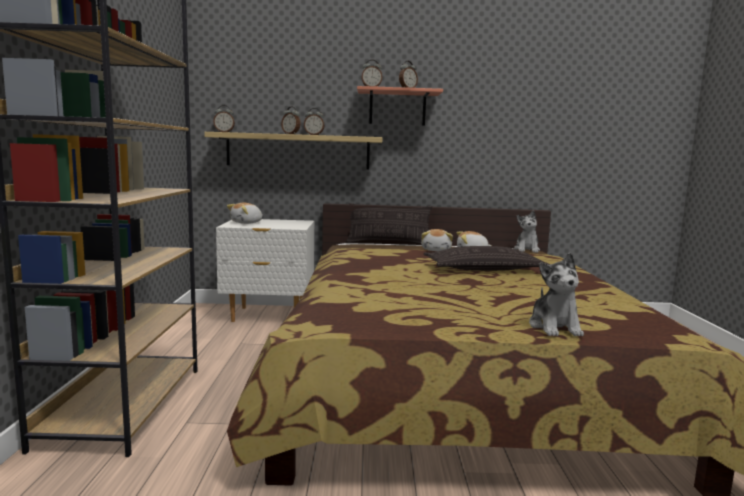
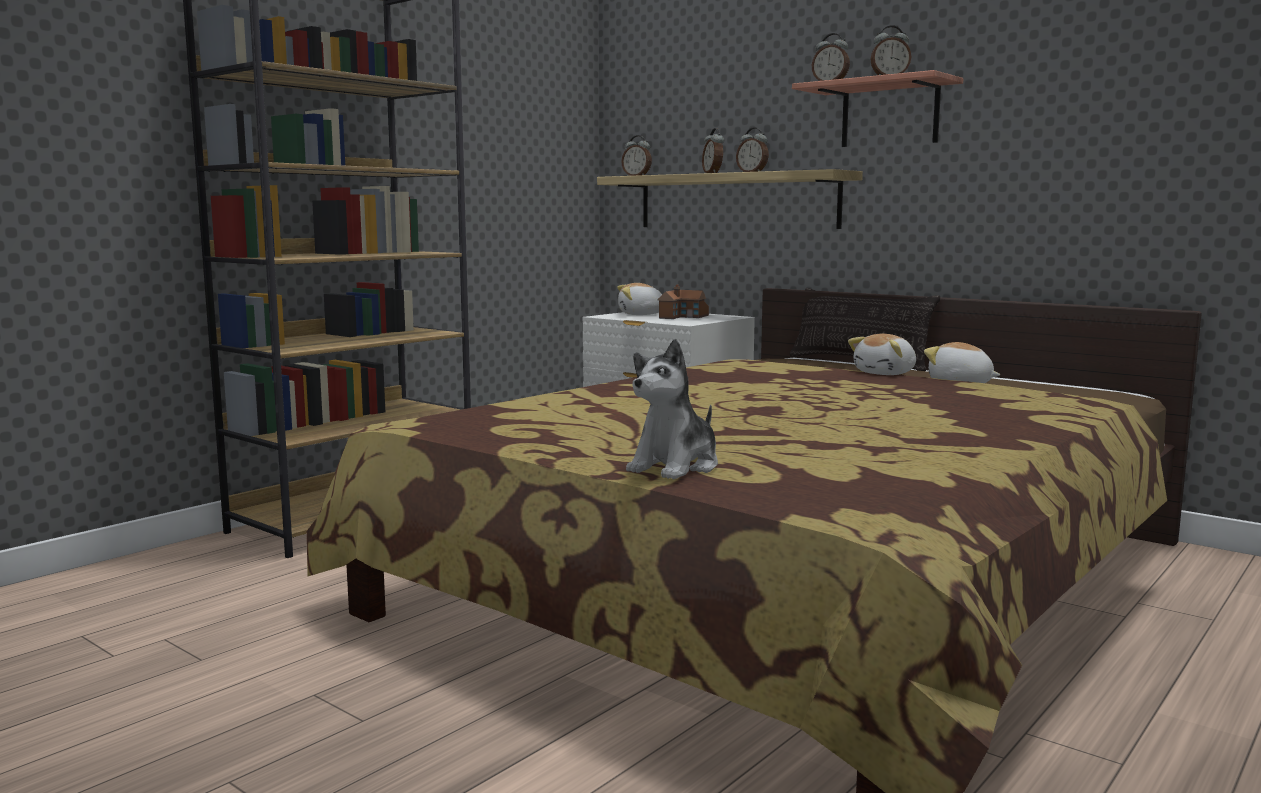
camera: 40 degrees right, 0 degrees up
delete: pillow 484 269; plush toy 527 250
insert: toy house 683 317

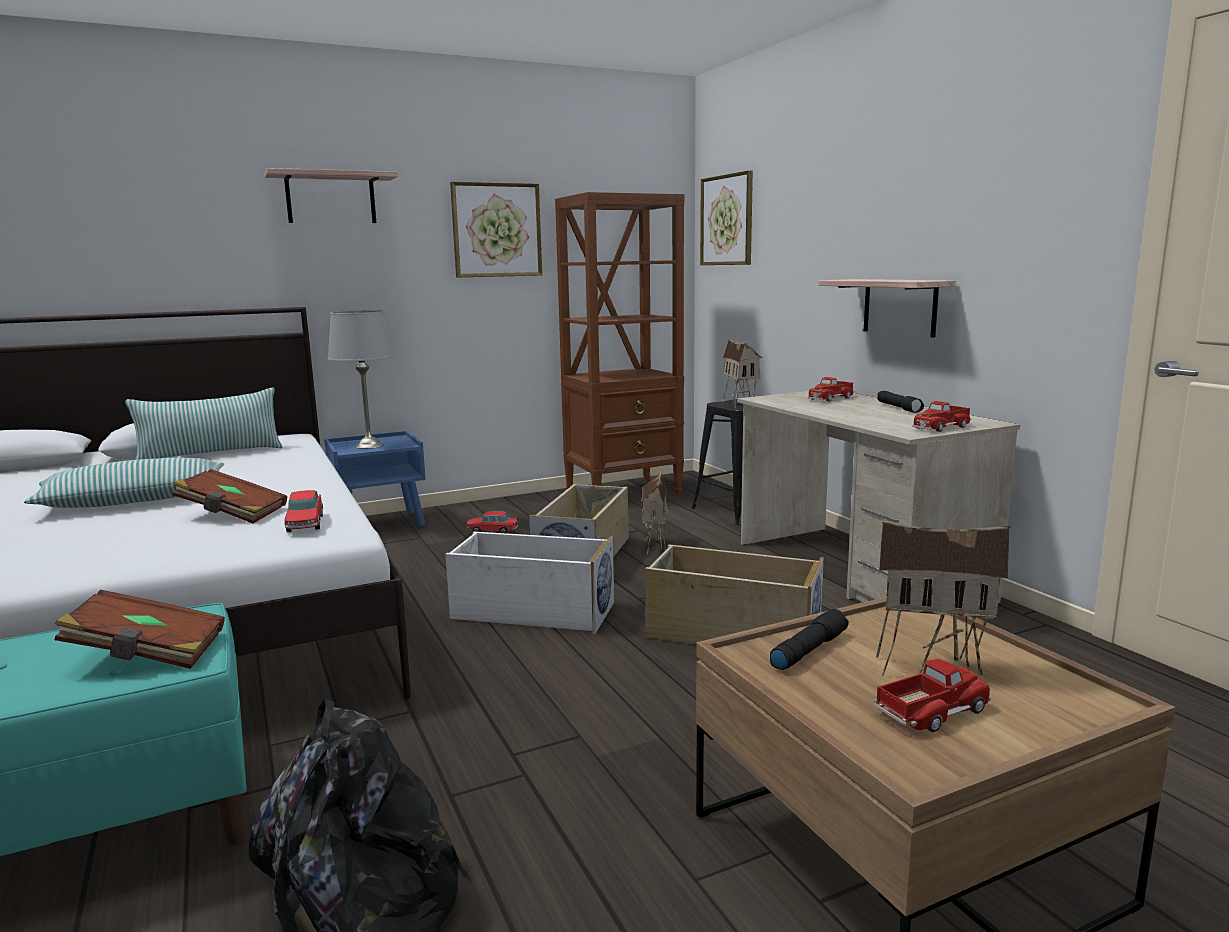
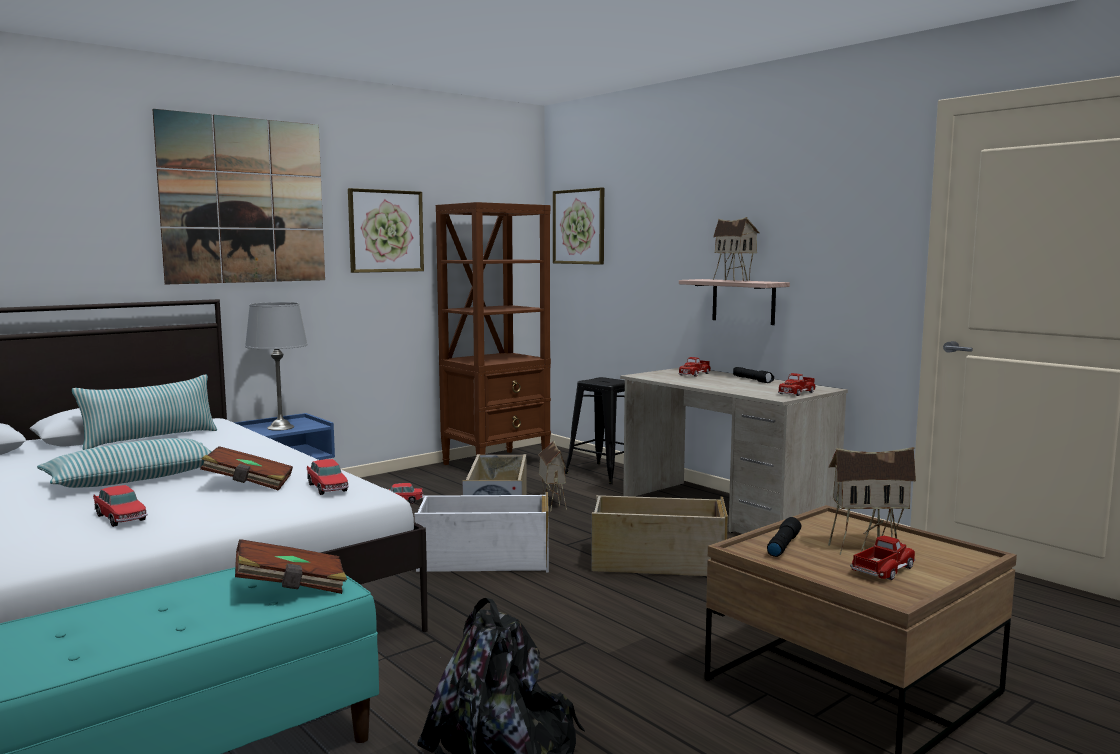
camera: 15 degrees left, 5 degrees down
insert: toy car 121 518
move: toy house 740 405 to 734 280
replace: shelf 331 198 to picture 244 201

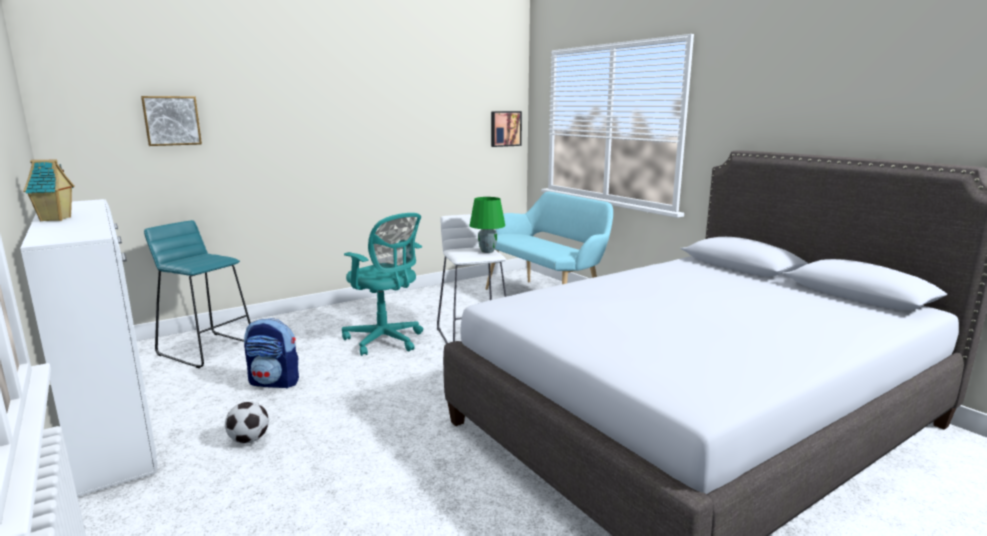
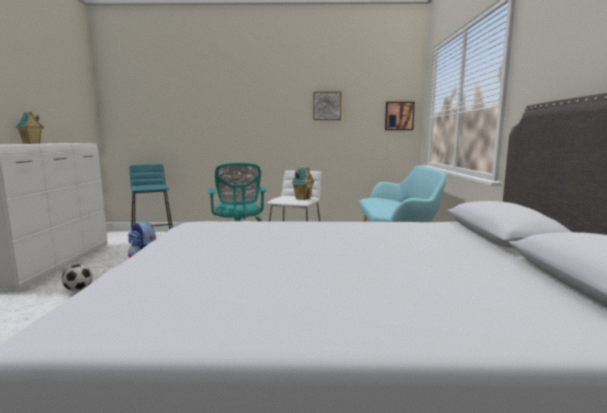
camera: 35 degrees right, 5 degrees down
move: picture 171 120 to 327 106
replace: green table lamp 487 251 to toy house 302 198

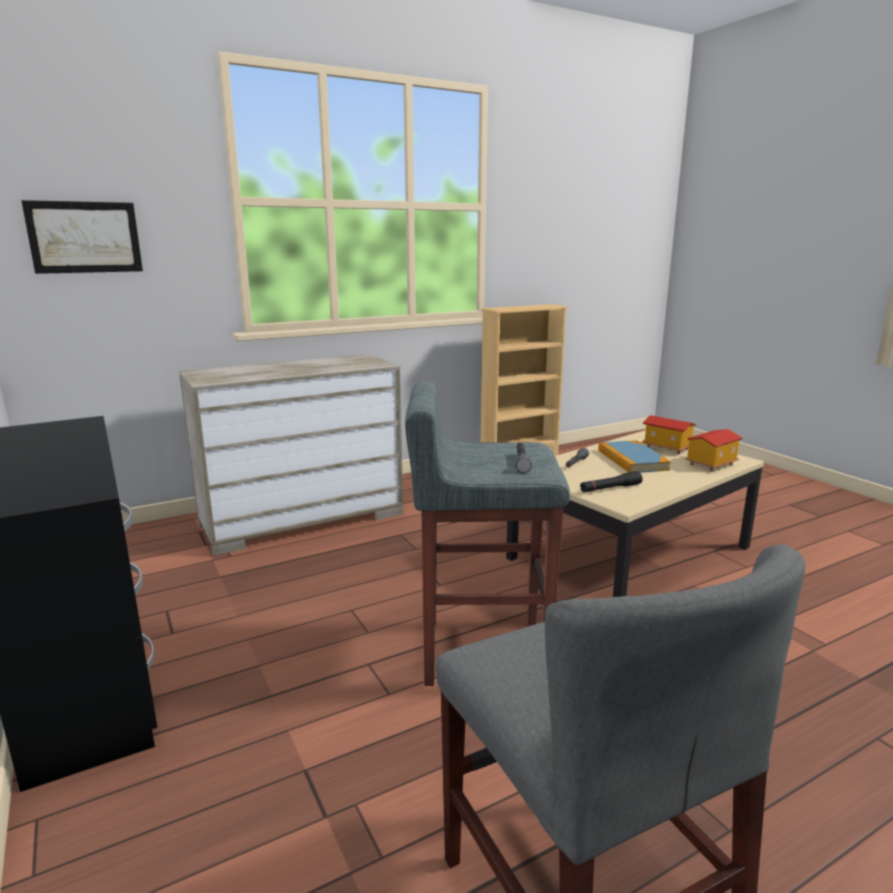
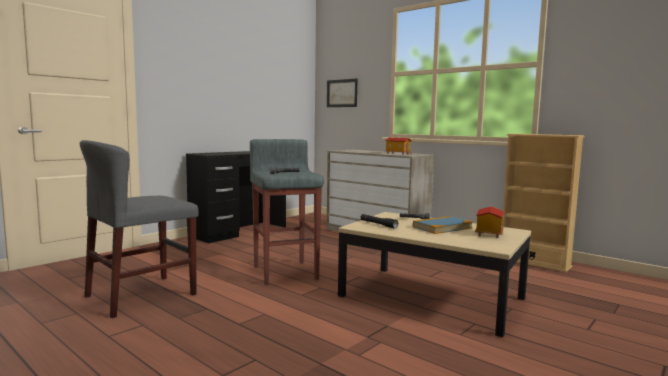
camera: 70 degrees right, 10 degrees down
move: toy house 710 464 to 398 154

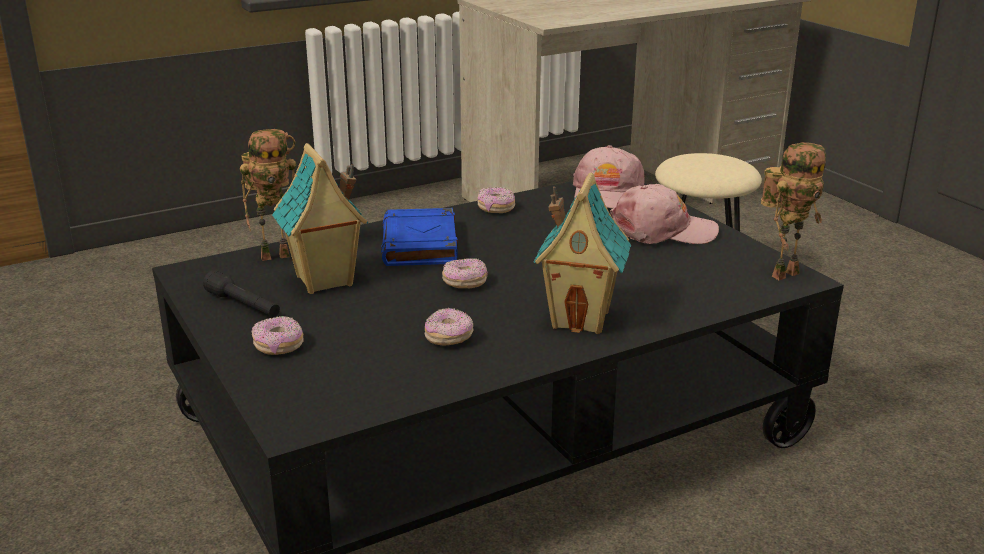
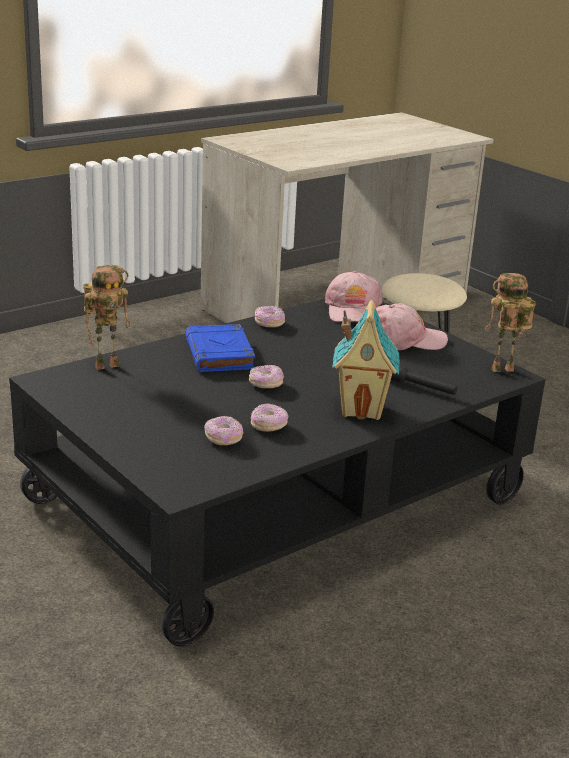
camera: 10 degrees left, 0 degrees up
delete: toy house 324 282
move: black flashlight 244 306 to 420 388; donut 278 346 to 223 439
rotate: toy robot 784 273 = 501 371 150 degrees counterclockwise

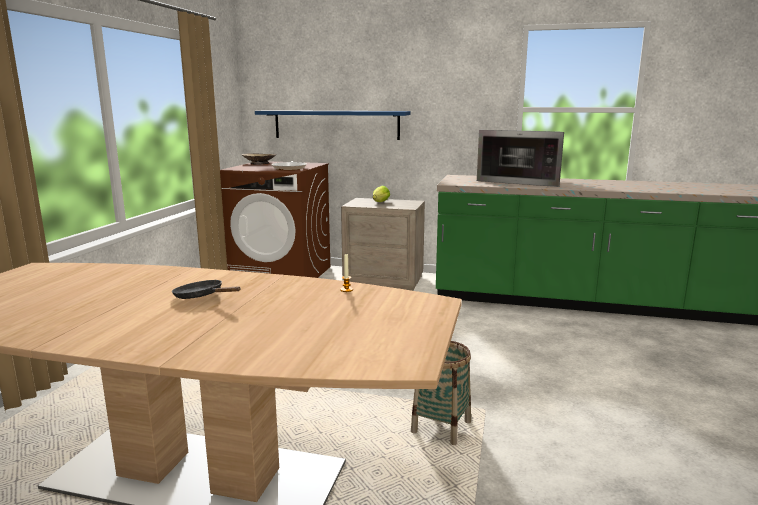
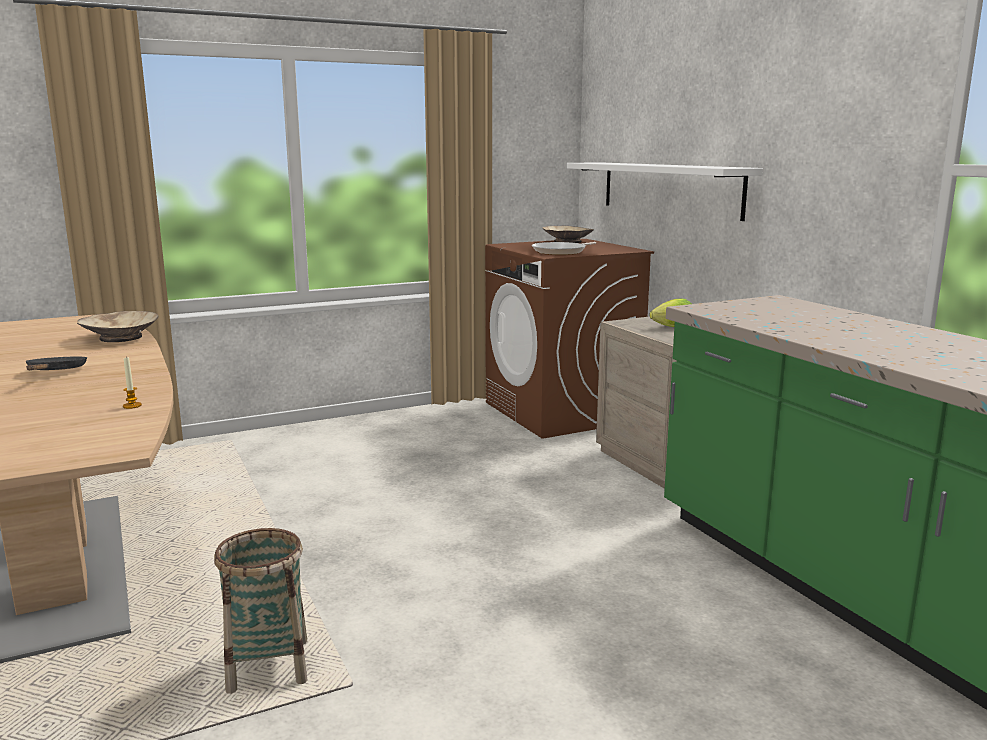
camera: 50 degrees right, 0 degrees up
delete: microwave 522 181
insert: beige bowl 120 337
recolor: blue shelf 336 124 to white shelf 669 188

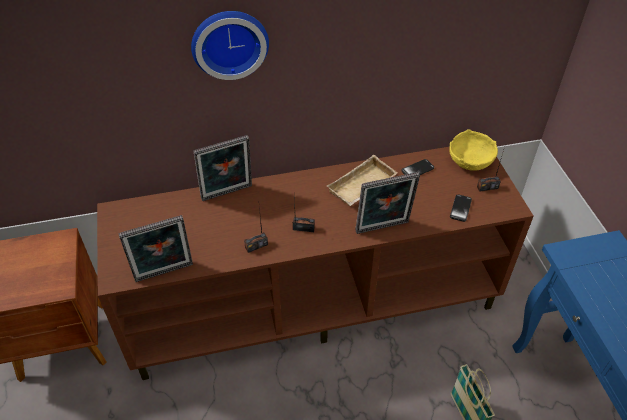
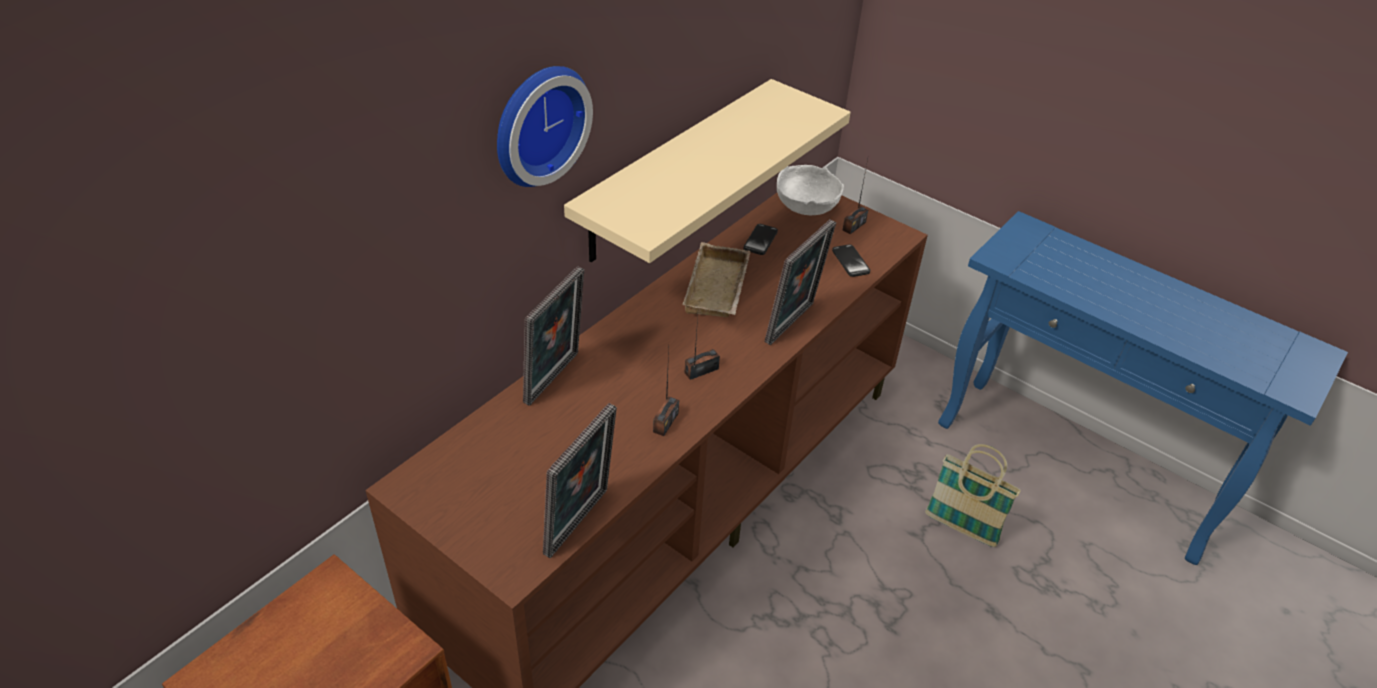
camera: 40 degrees left, 5 degrees down
insert: beige shelf 675 170
recolor: yellow bowl 470 161 to white bowl 806 206

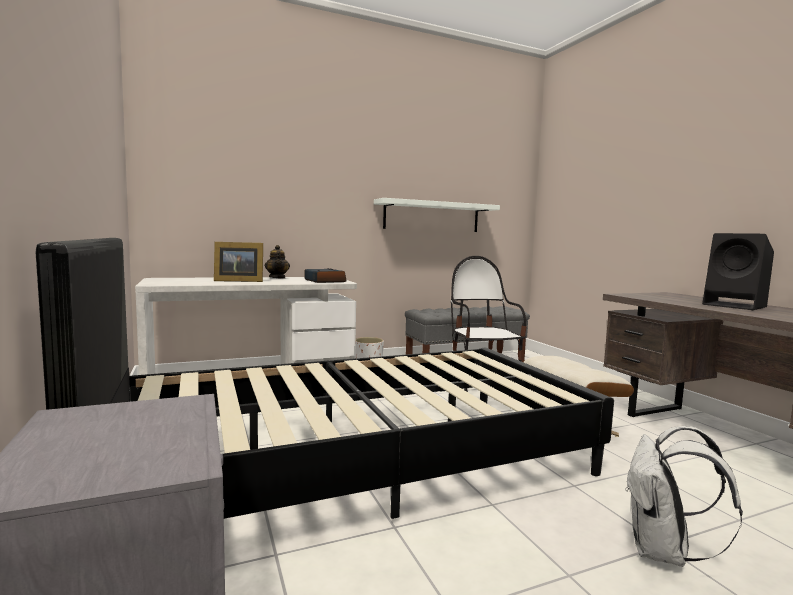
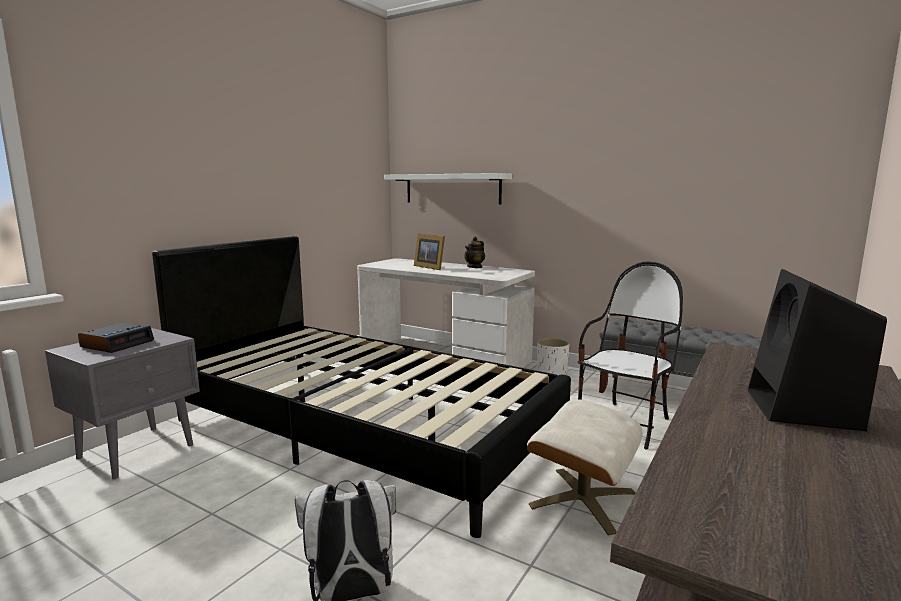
camera: 55 degrees right, 5 degrees up
move: alarm clock 324 281 to 118 344; white shelf 432 216 to 452 188

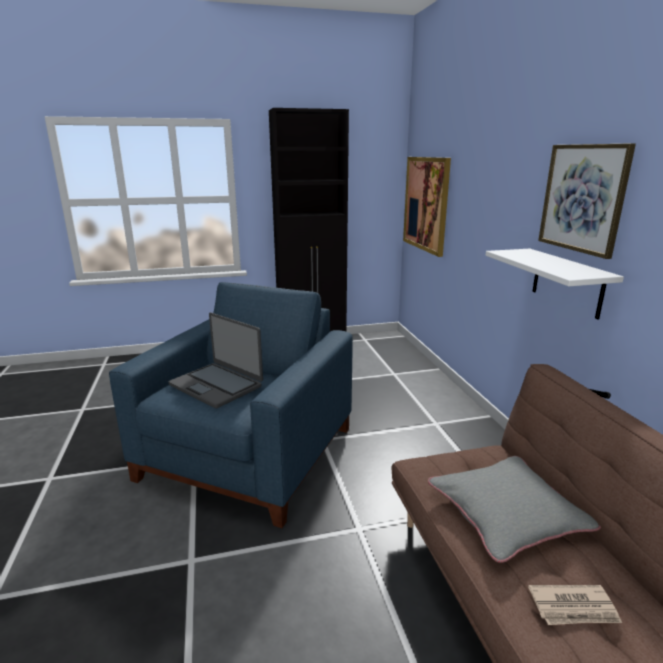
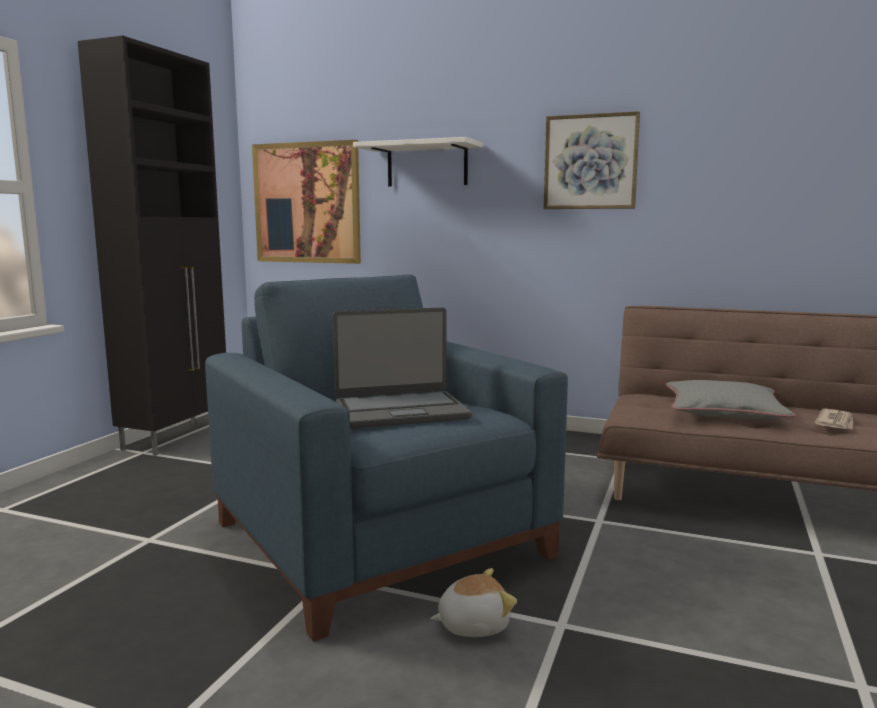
camera: 55 degrees left, 10 degrees down
insert: plush toy 472 625
move: white shelf 567 282 to 427 165

